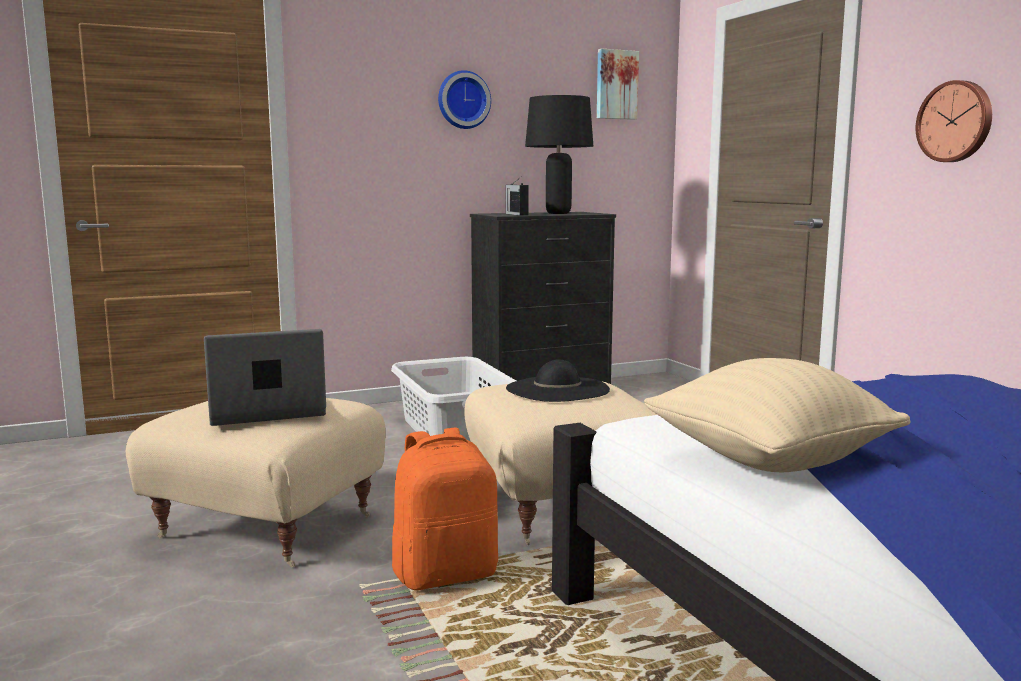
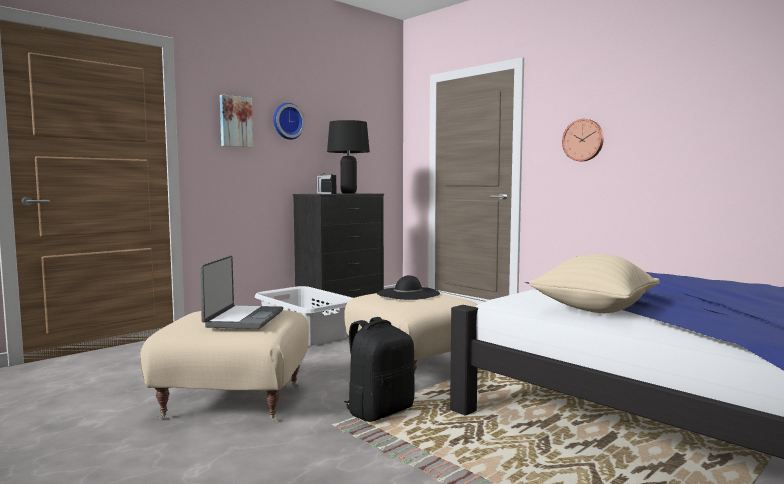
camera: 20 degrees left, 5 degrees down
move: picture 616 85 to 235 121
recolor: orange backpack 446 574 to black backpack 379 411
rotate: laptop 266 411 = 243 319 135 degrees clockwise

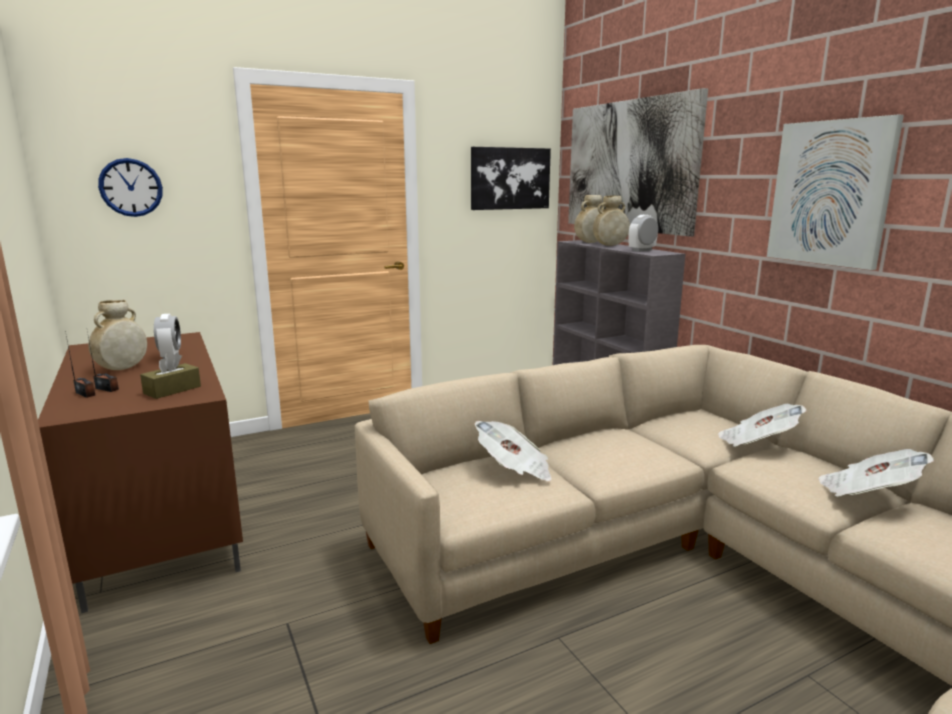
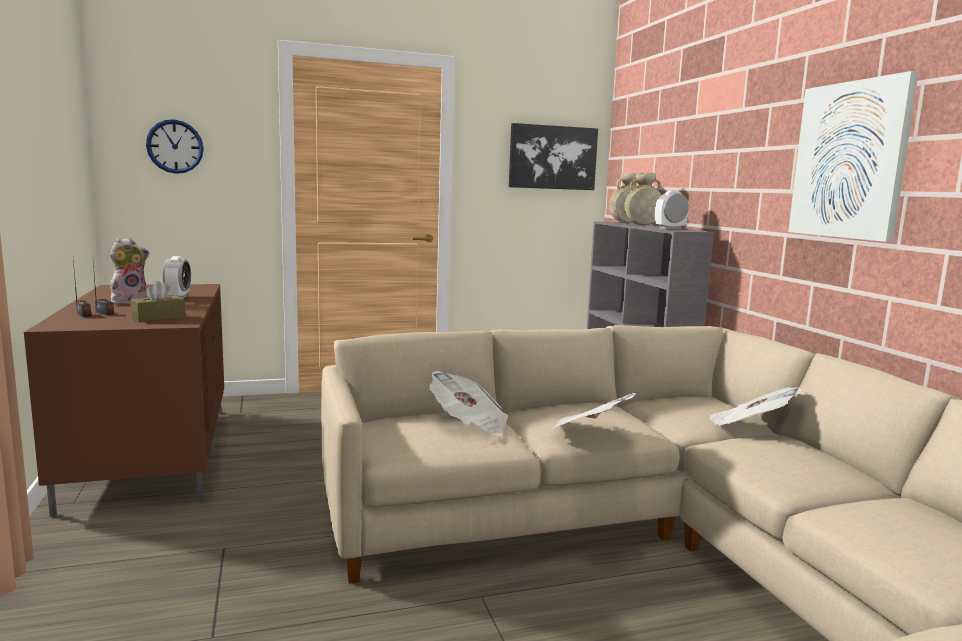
camera: 10 degrees right, 5 degrees down
delete: picture 629 166
move: newspaper 867 493 to 589 433
replace: beige vase 122 369 to plush toy 129 302

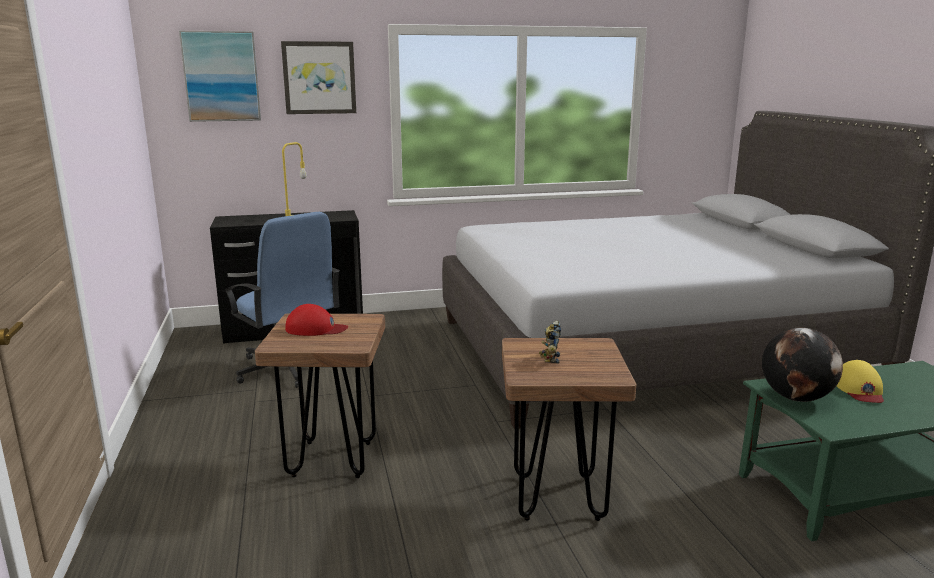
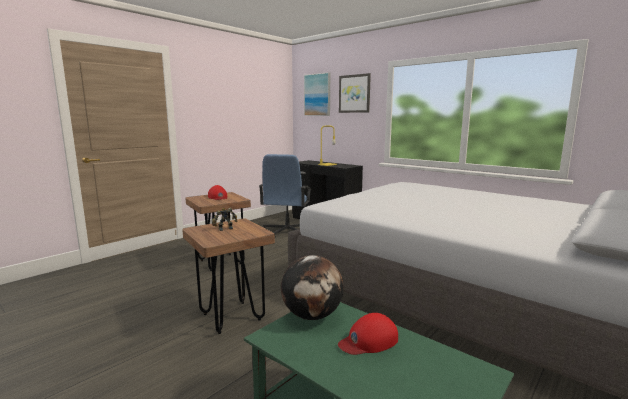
camera: 55 degrees right, 5 degrees down
recolor: yellow cap 859 389 to red cap 368 340

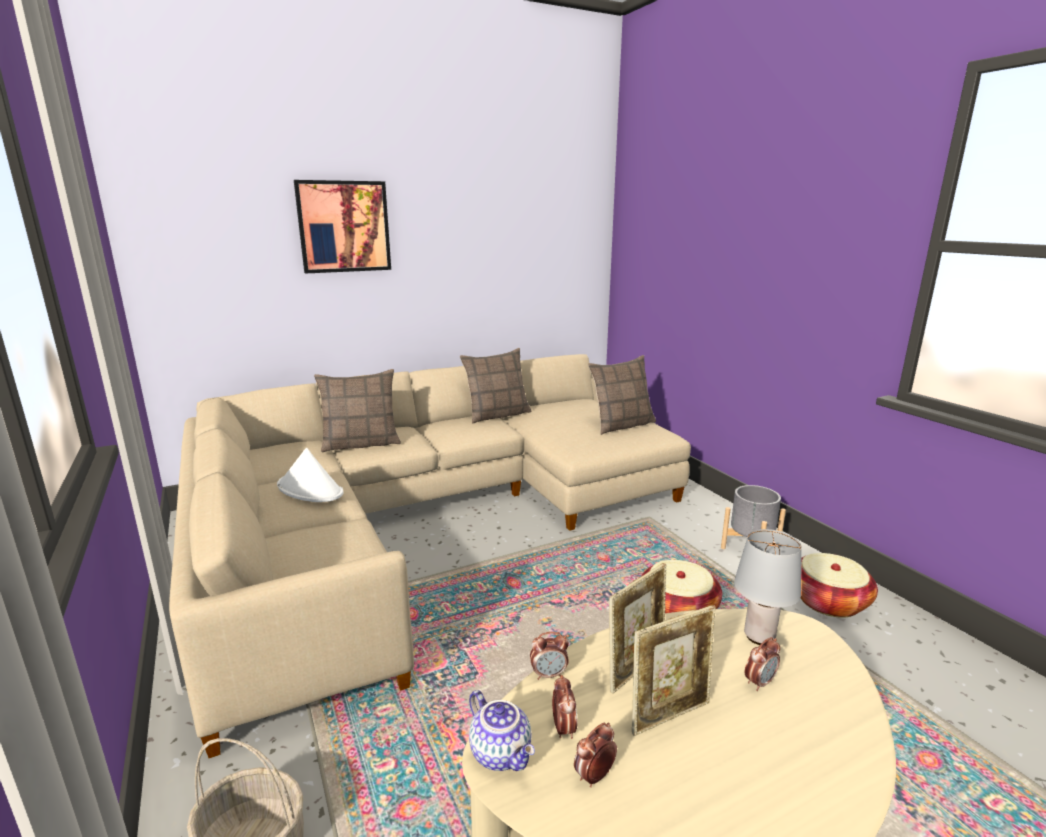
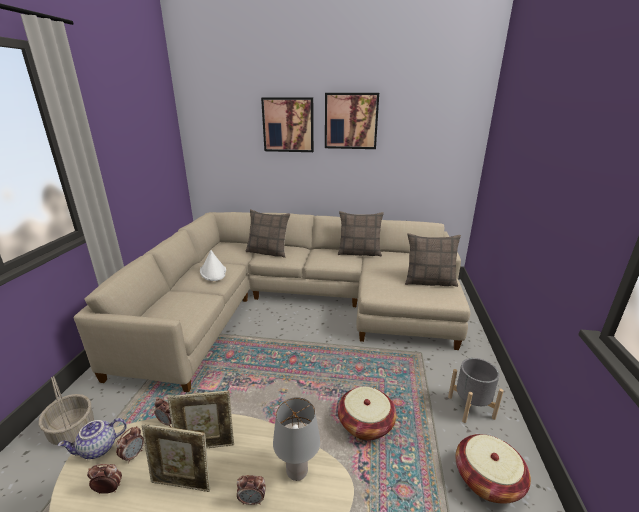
camera: 35 degrees right, 5 degrees up
insert: picture 351 121
rotate: teapot 502 753 = 98 449 60 degrees clockwise

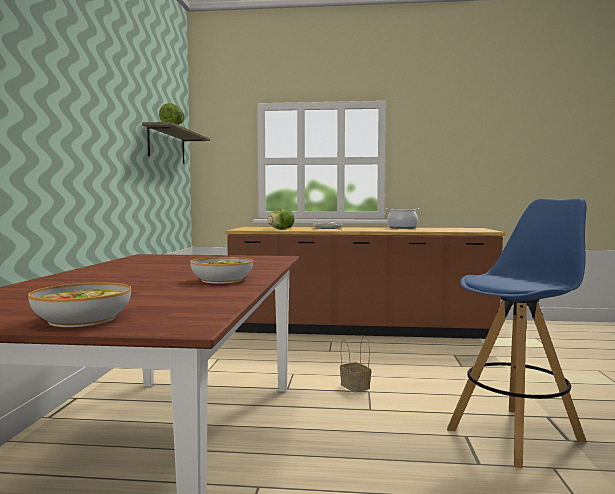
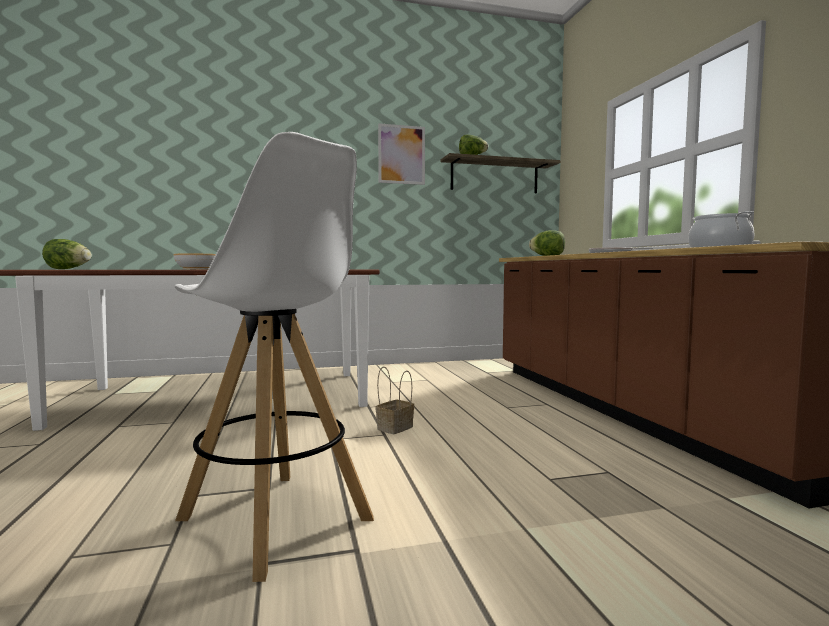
camera: 70 degrees right, 0 degrees up
insert: picture 401 154
replace: bowl 82 319 to lettuce 69 269
recolor: blue stool 516 434 to white stool 276 520

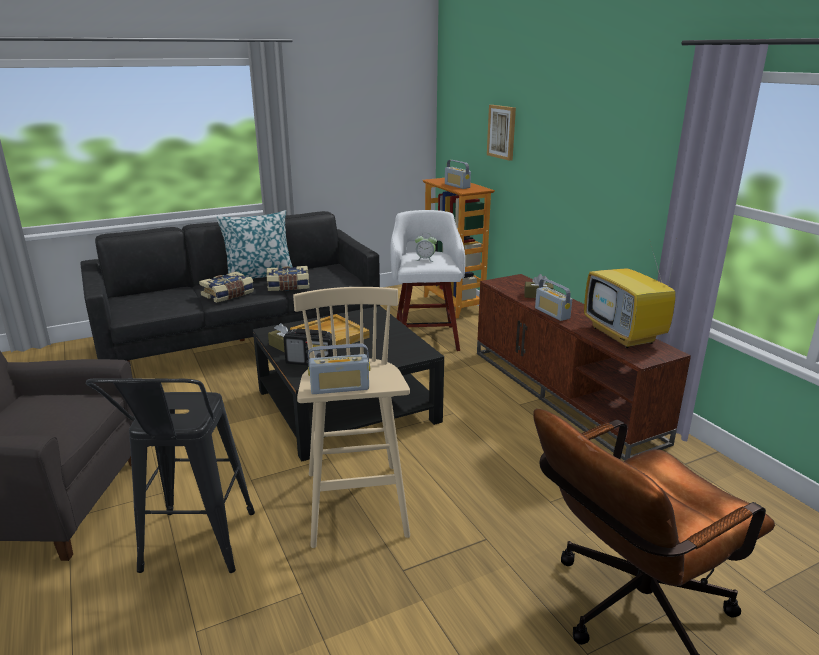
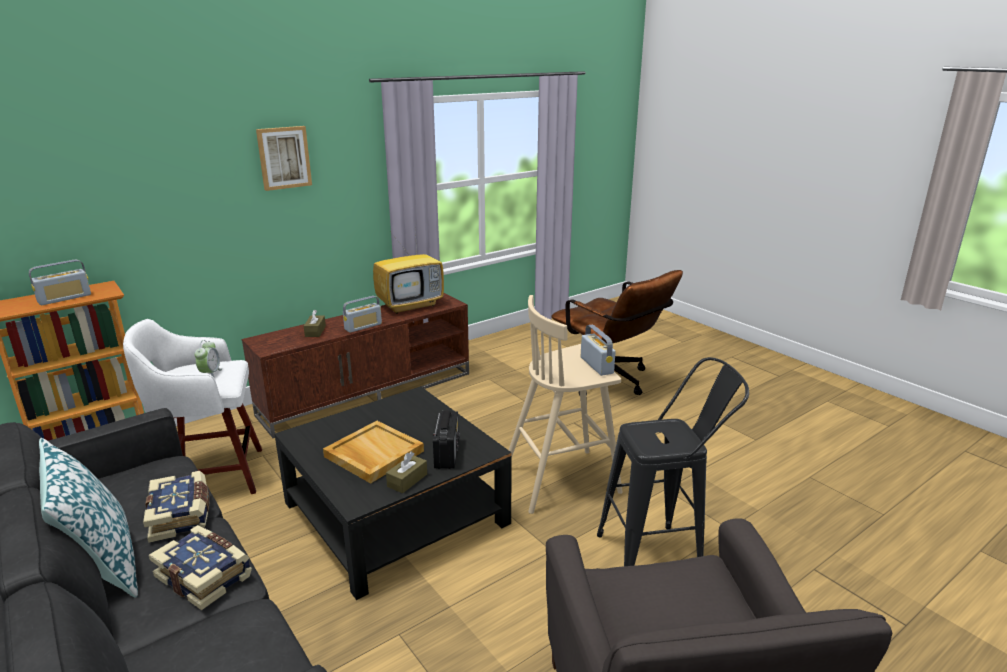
camera: 100 degrees left, 0 degrees up
move: picture 502 132 to 284 157

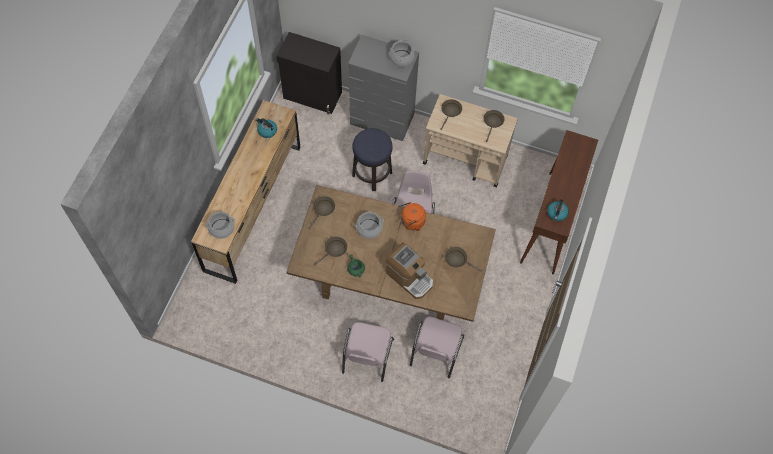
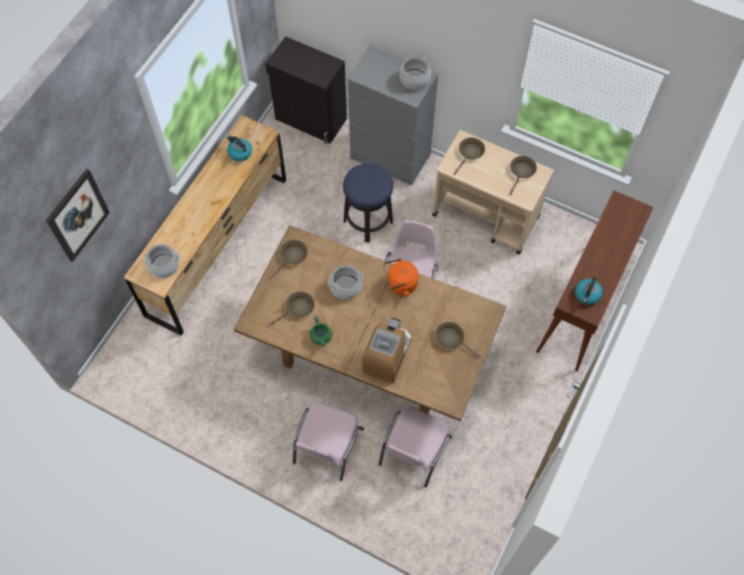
camera: 10 degrees right, 0 degrees up
insert: picture 77 215
rotate: coffee machine 409 277 = 387 355 120 degrees counterclockwise

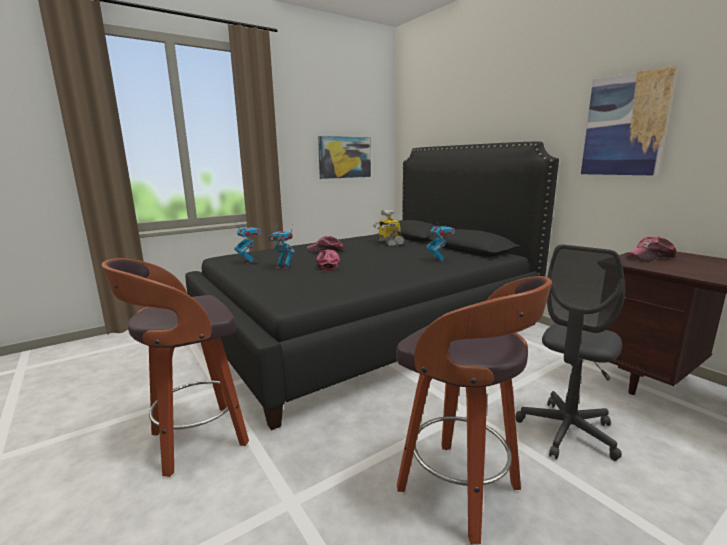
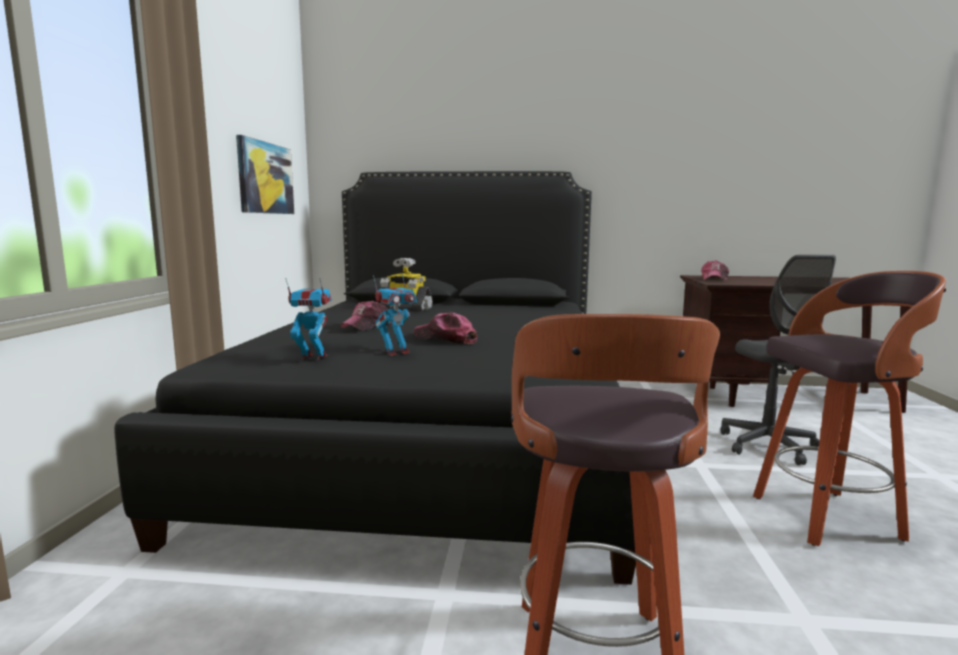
camera: 50 degrees left, 5 degrees down
delete: toy robot 439 260; picture 624 125

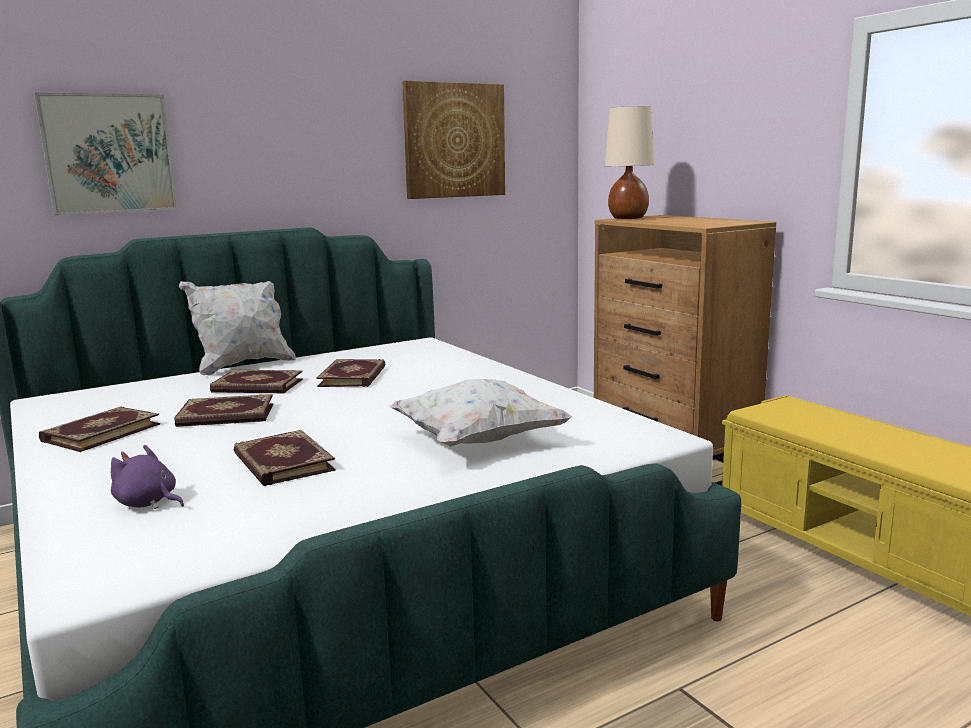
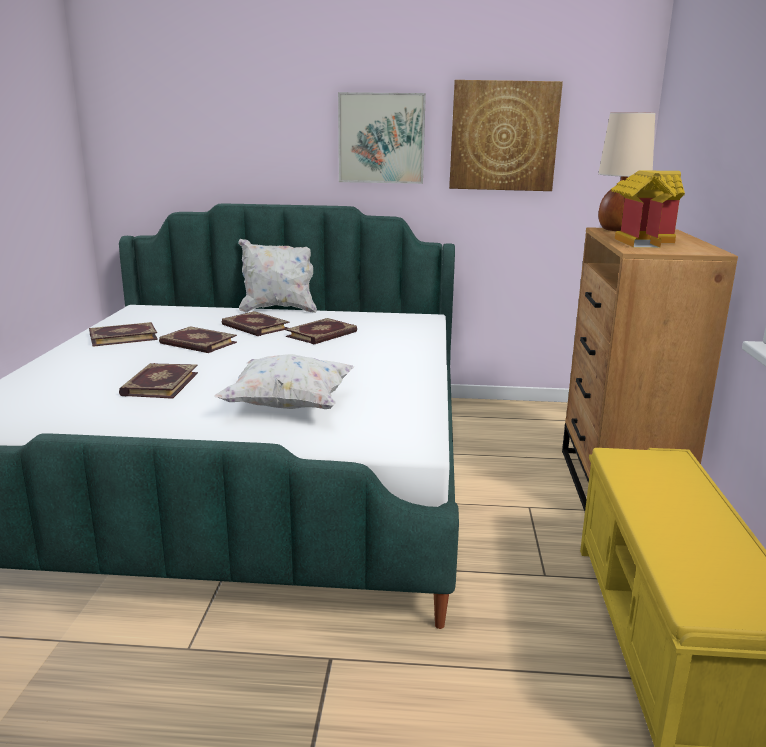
camera: 35 degrees right, 5 degrees up
delete: purple plush toy 148 503
insert: toy house 641 242
move: picture 109 154 to 381 138

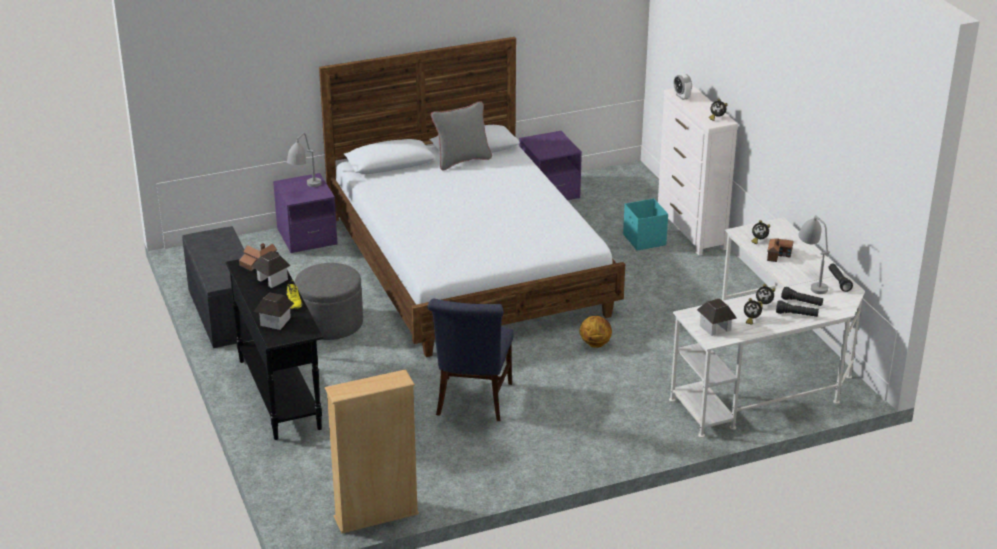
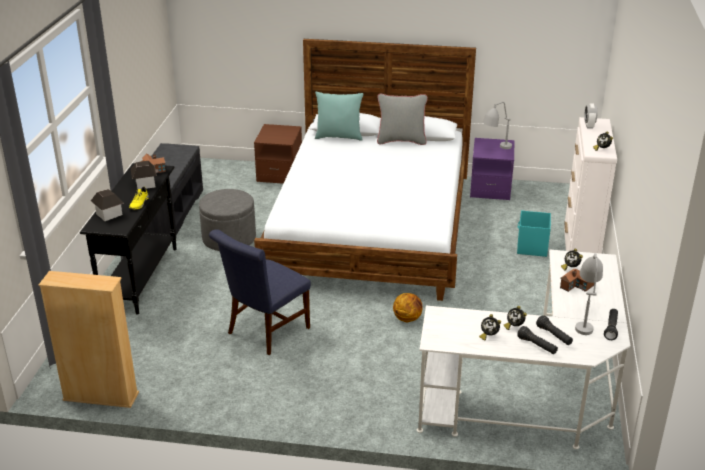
camera: 30 degrees right, 0 degrees up
delete: toy house 715 328
insert: turquoise pillow 339 136
move: grey table lamp 305 190 to 495 149
recolor: purple nightstand 307 237 to brown nightstand 279 174

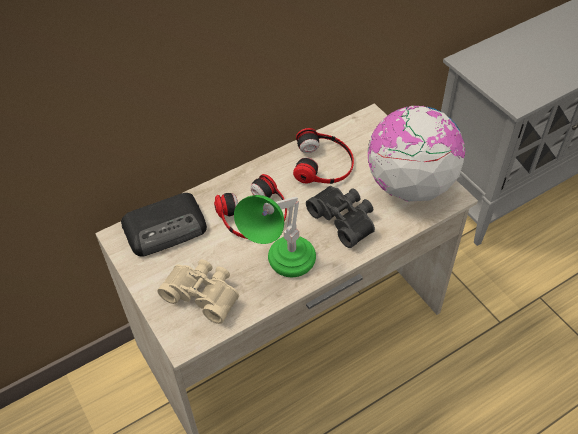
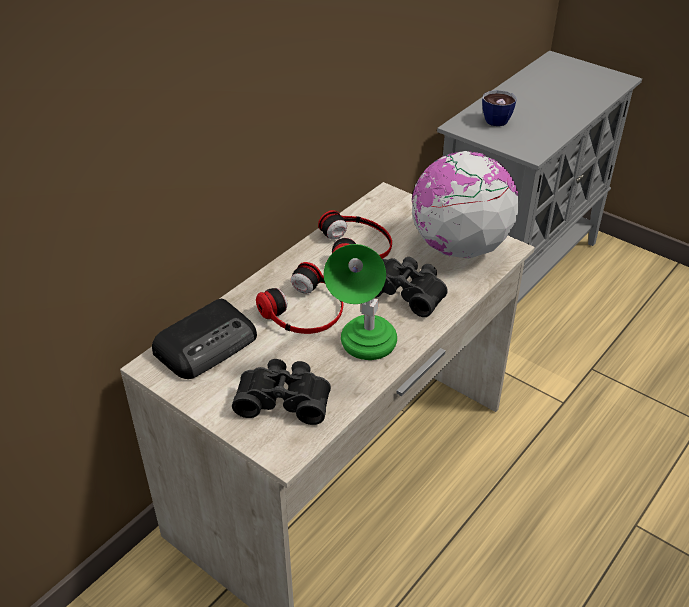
camera: 20 degrees left, 10 degrees down
insert: cup 497 118
recolor: beige binoculars 203 293 to black binoculars 284 399

